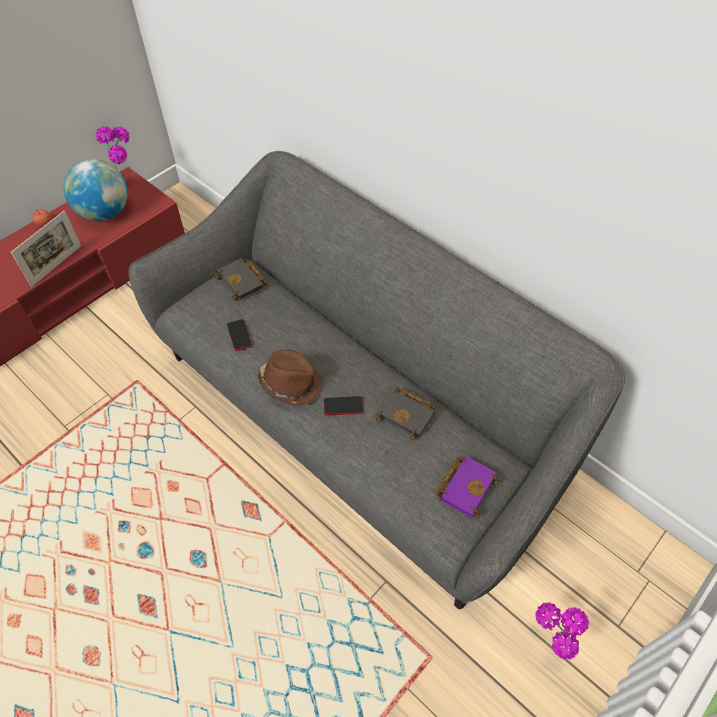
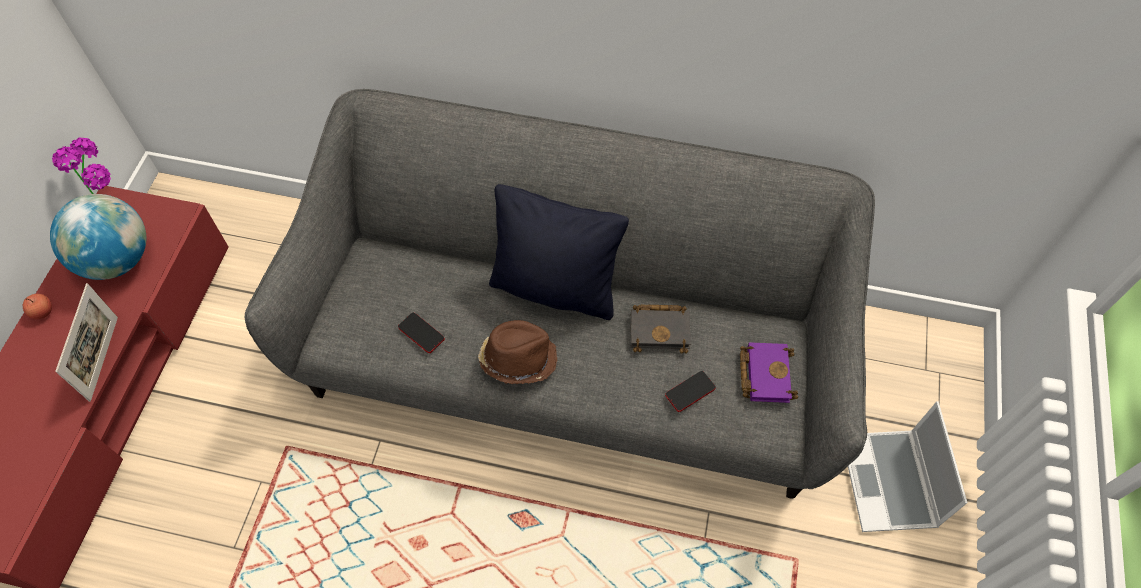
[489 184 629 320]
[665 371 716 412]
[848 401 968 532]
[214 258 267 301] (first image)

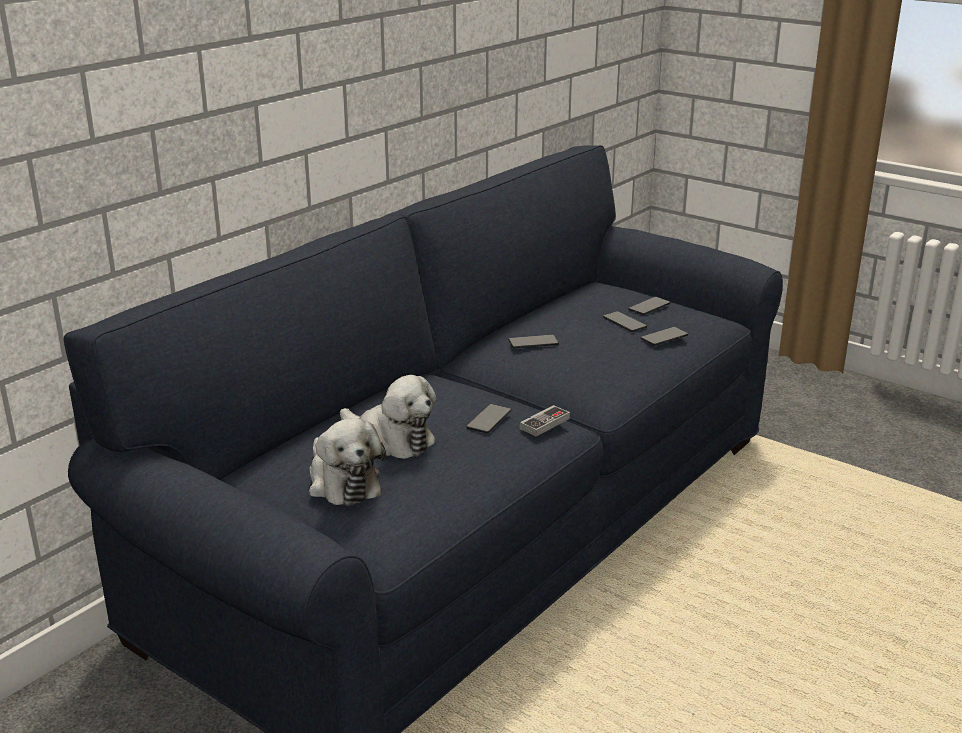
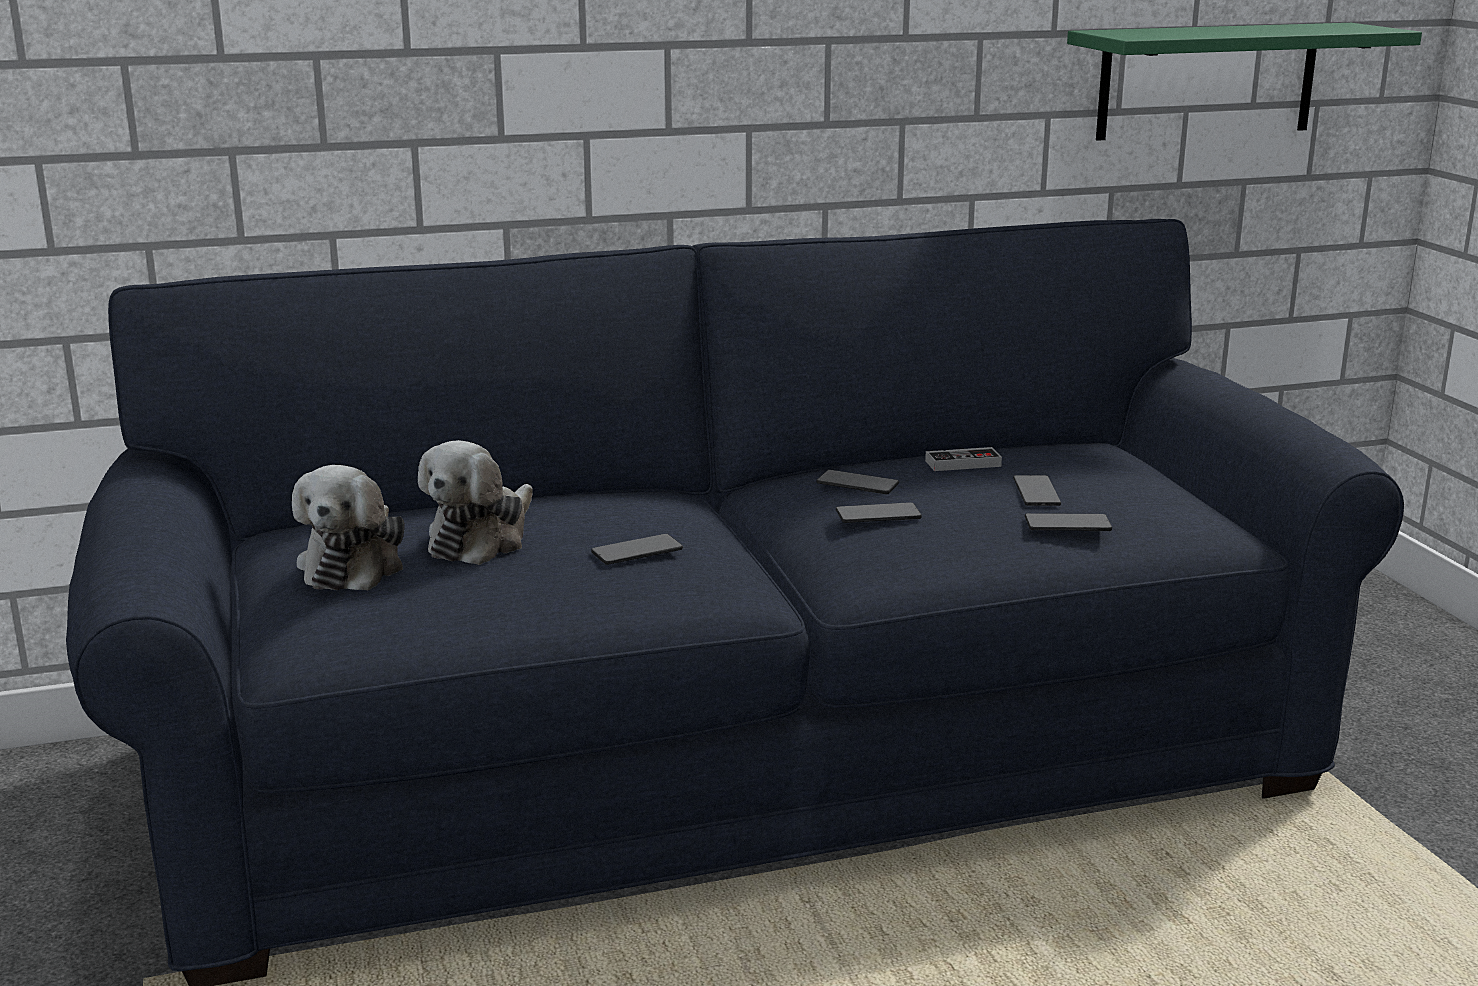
[418 440 533 565]
[836 502 922 523]
[925 447 1002 471]
[1067 23 1422 141]

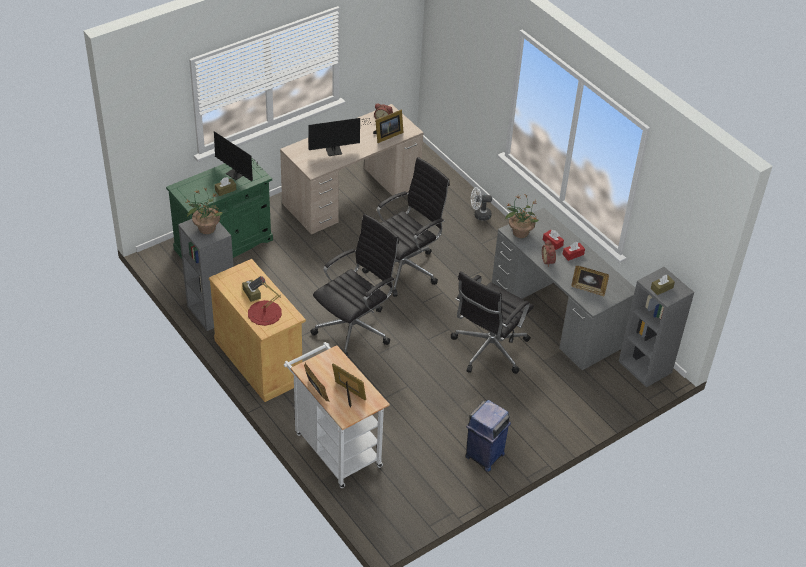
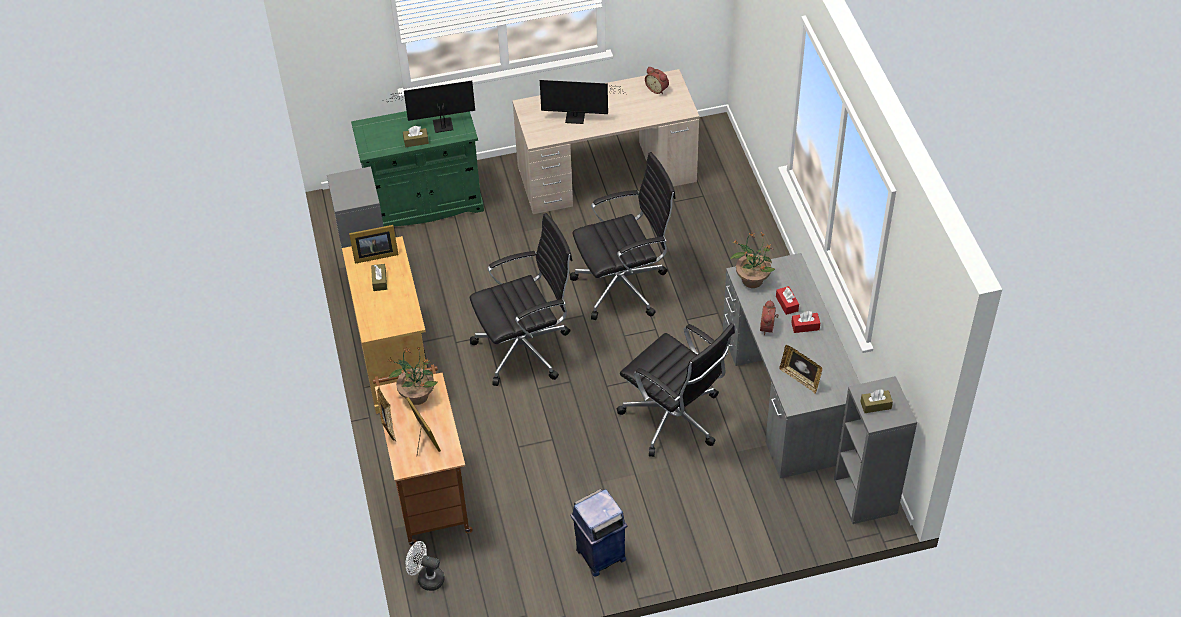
[349 225 399 264]
[373 364 473 546]
[386 81 475 133]
[389 347 438 405]
[406 541 445 591]
[617 323 735 457]
[248 276 282 326] (first image)

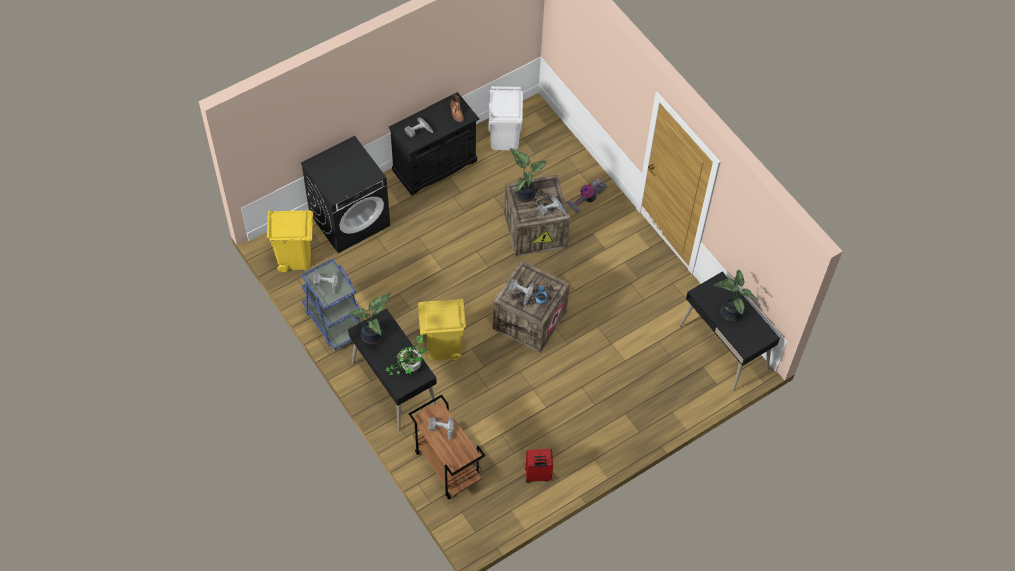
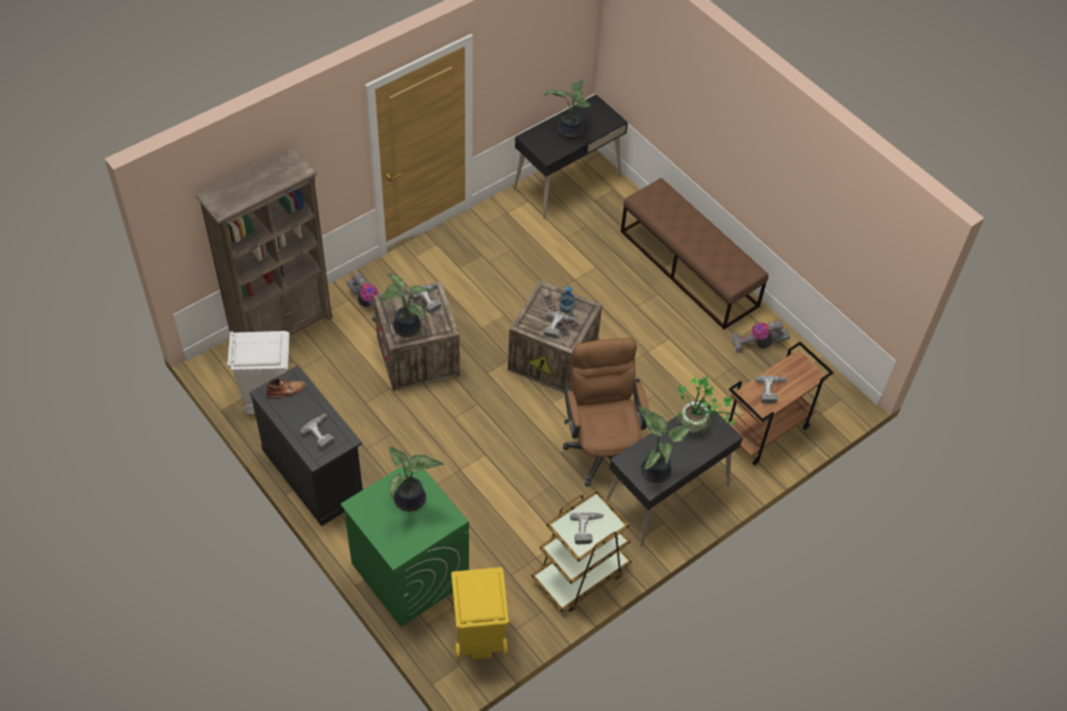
[195 147 333 337]
[340 466 469 627]
[388 447 444 512]
[532 489 632 612]
[563 337 649 487]
[621 178 768 330]
[731 319 790 352]

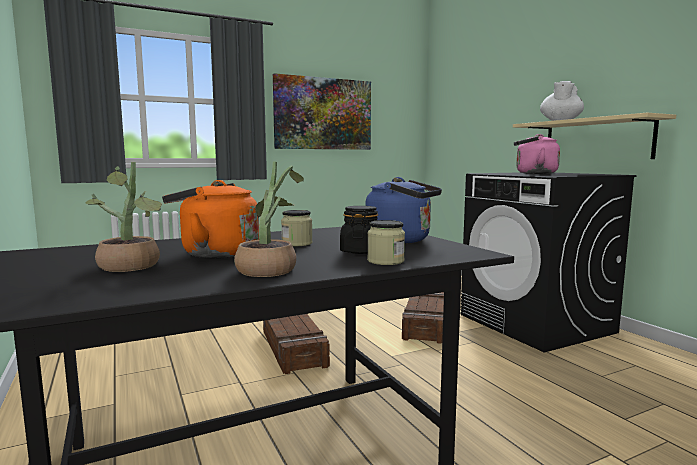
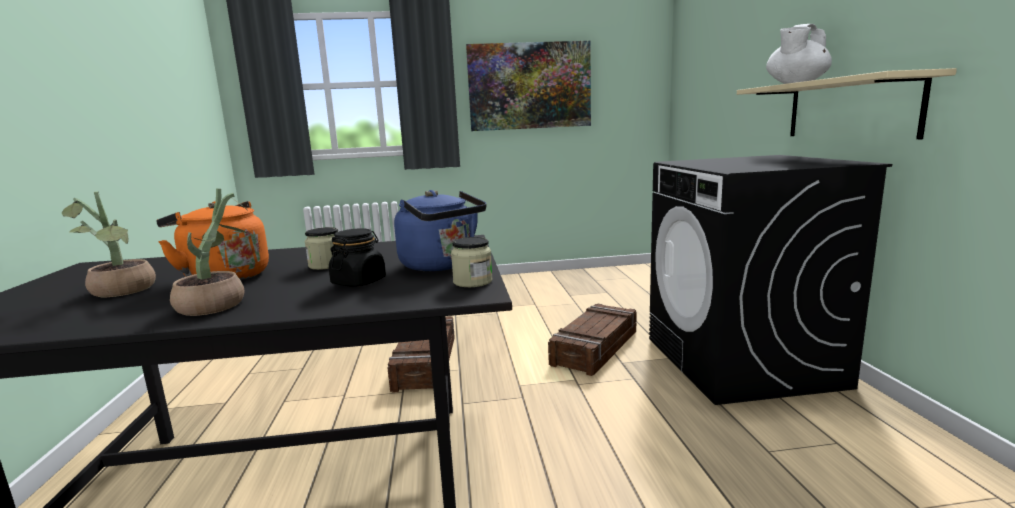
[451 237 493 287]
[514 134 560 174] (first image)

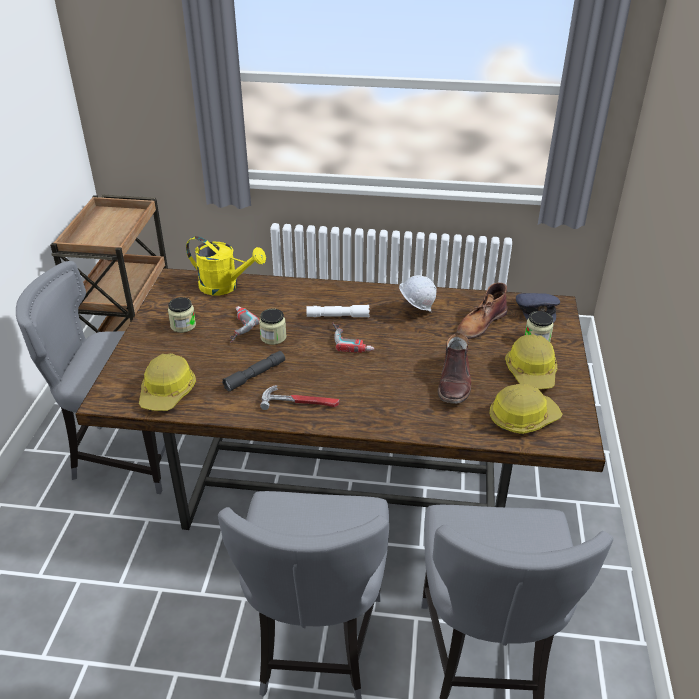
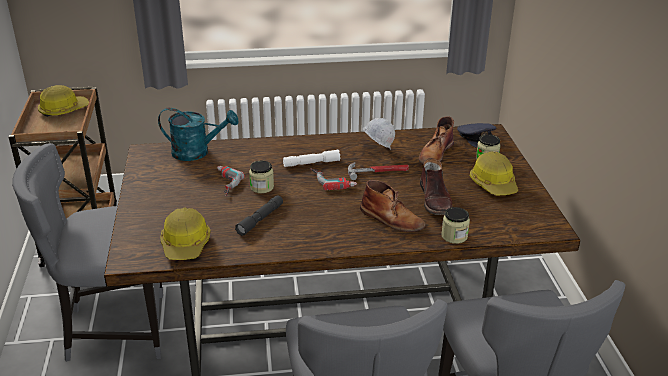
[38 85 89 117]
[158 108 238 161]
[348 162 409 180]
[360 180 426 232]
[441 207 470 244]

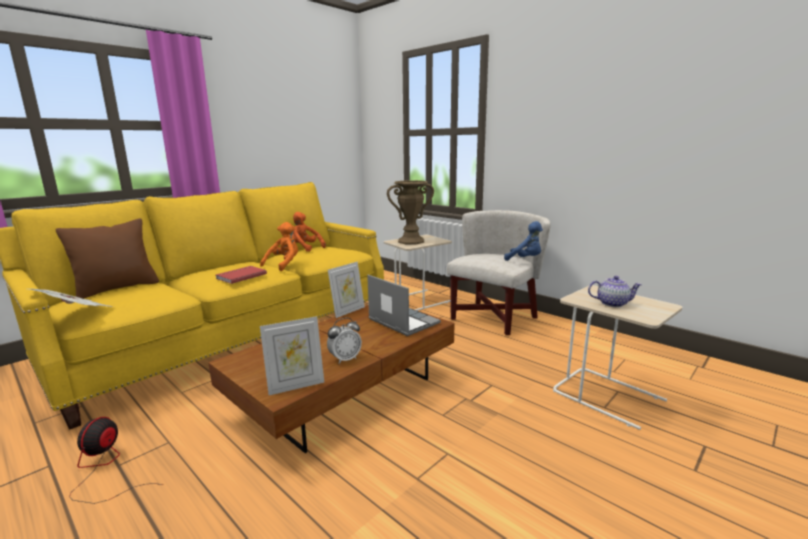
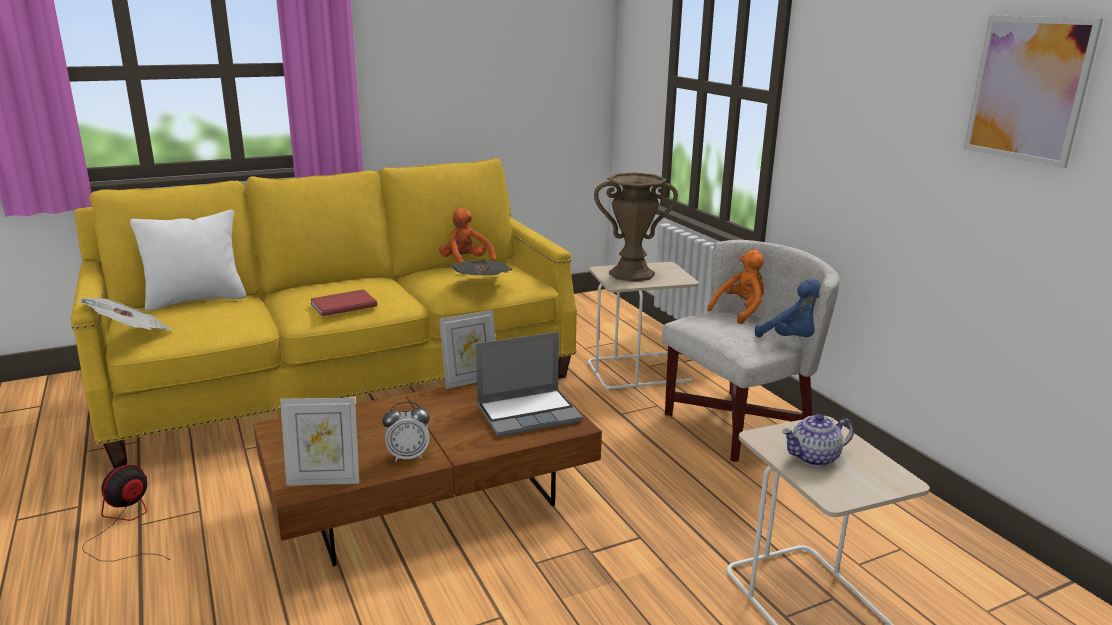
[130 210 246 311]
[449 260 512 276]
[476 332 583 437]
[707 249 764 324]
[782 414 854 467]
[963 15 1103 168]

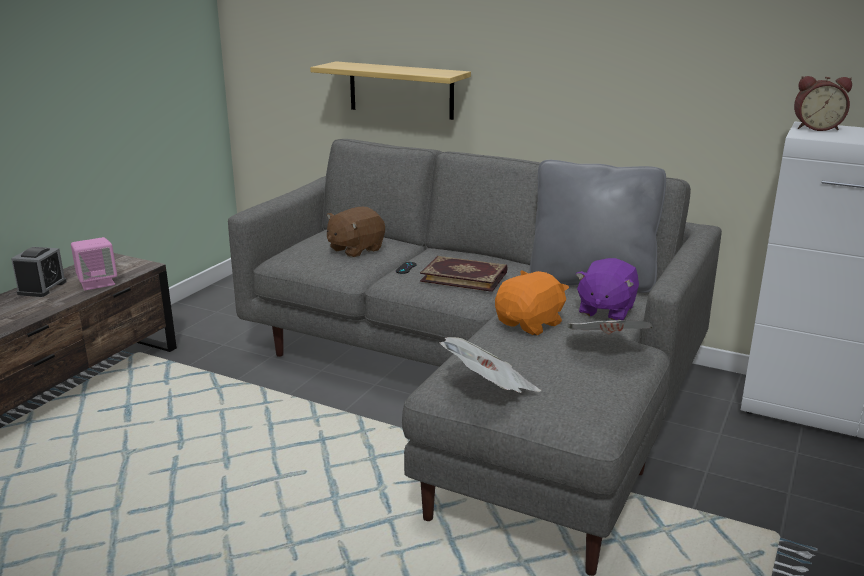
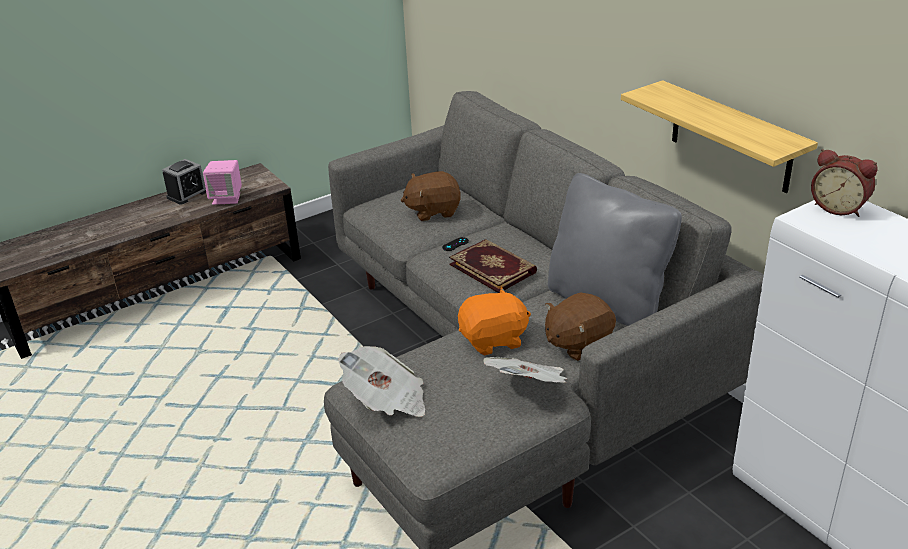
[545 292 616 361]
[621 80 818 193]

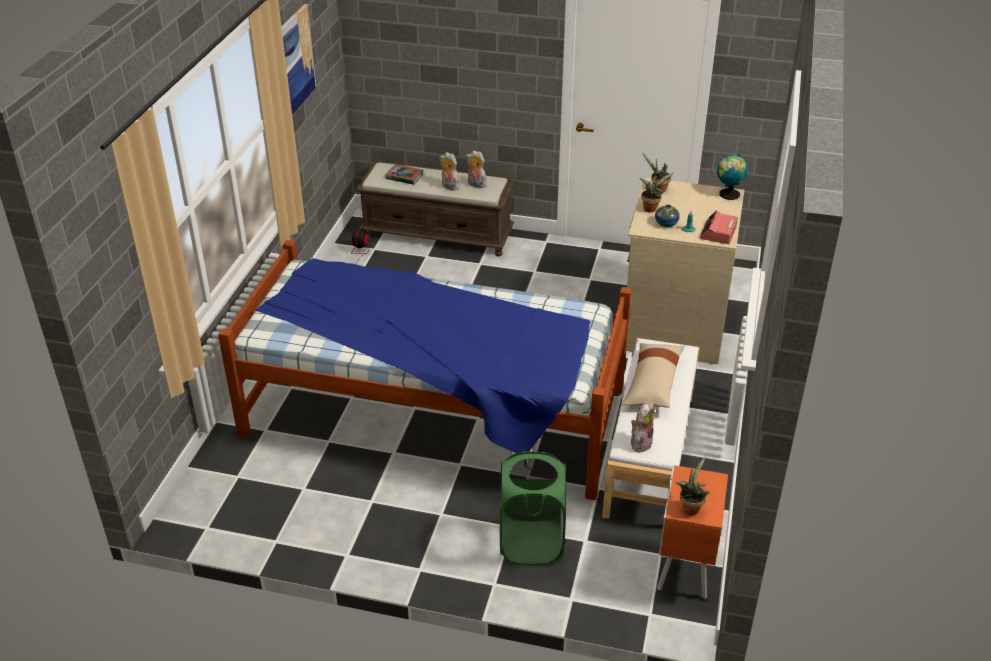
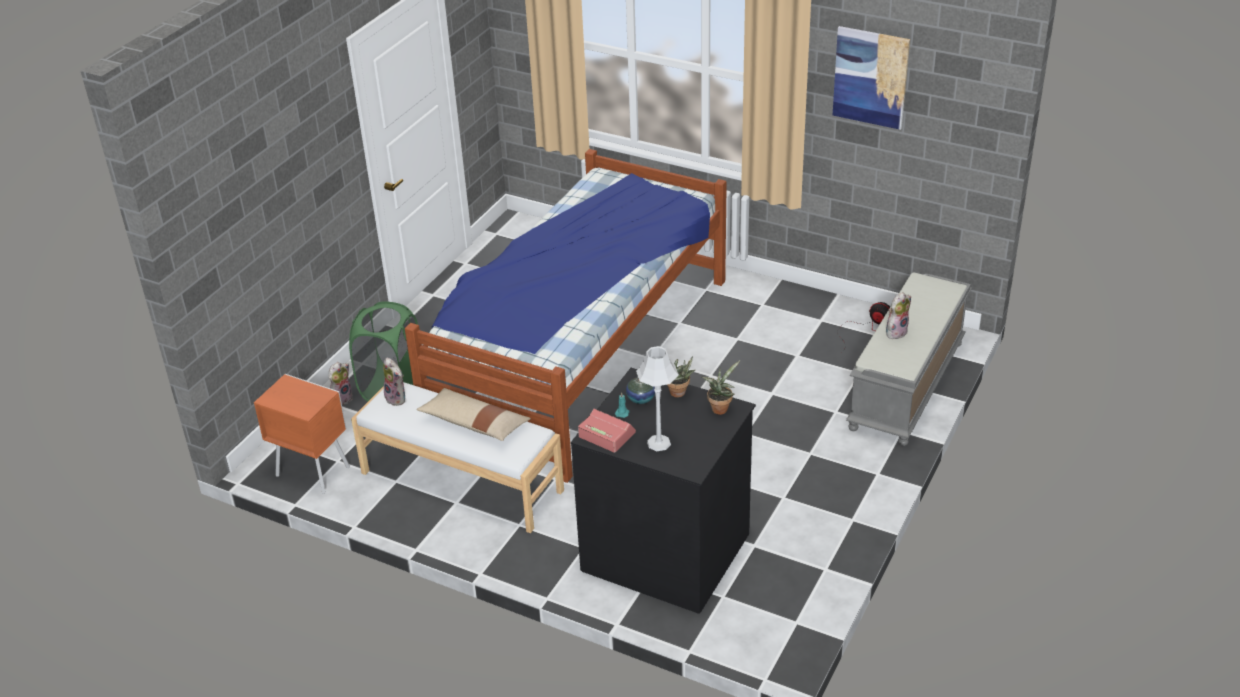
[329 362 352 405]
[571 368 756 614]
[636 346 679 451]
[846 272 972 446]
[385 164 423 185] (first image)
[675 457 710 515] (first image)
[717 154 748 200] (first image)

